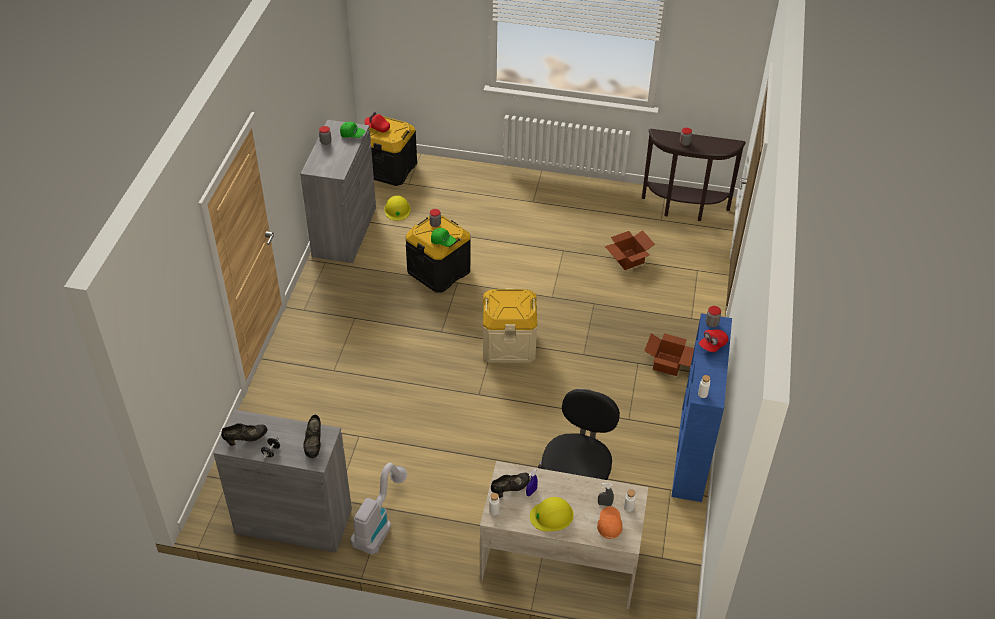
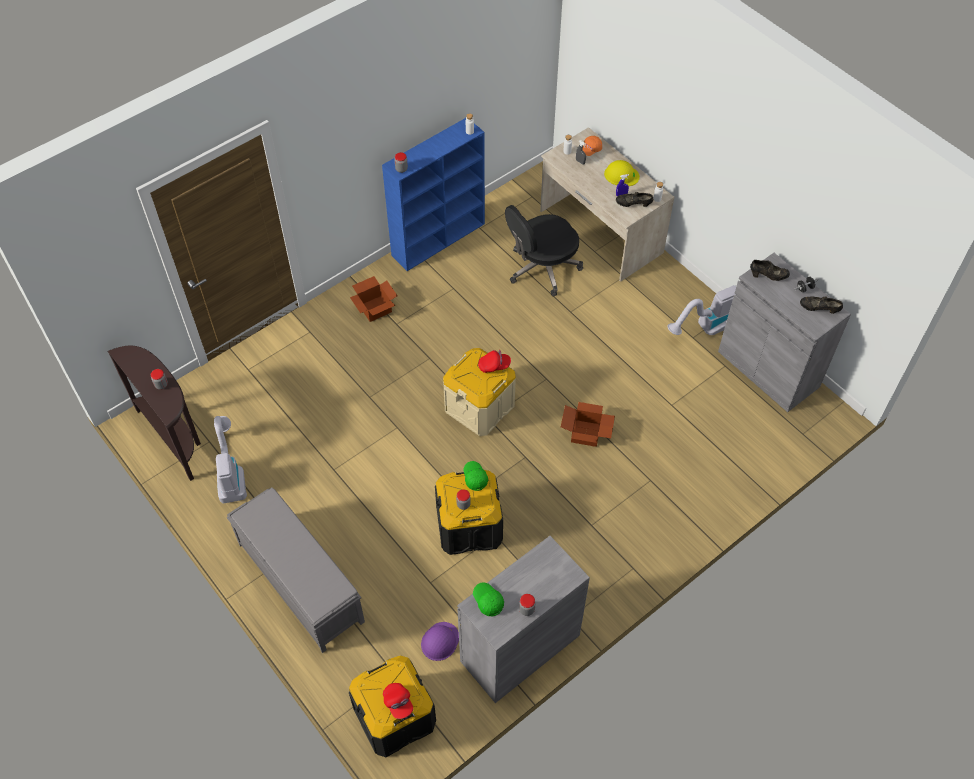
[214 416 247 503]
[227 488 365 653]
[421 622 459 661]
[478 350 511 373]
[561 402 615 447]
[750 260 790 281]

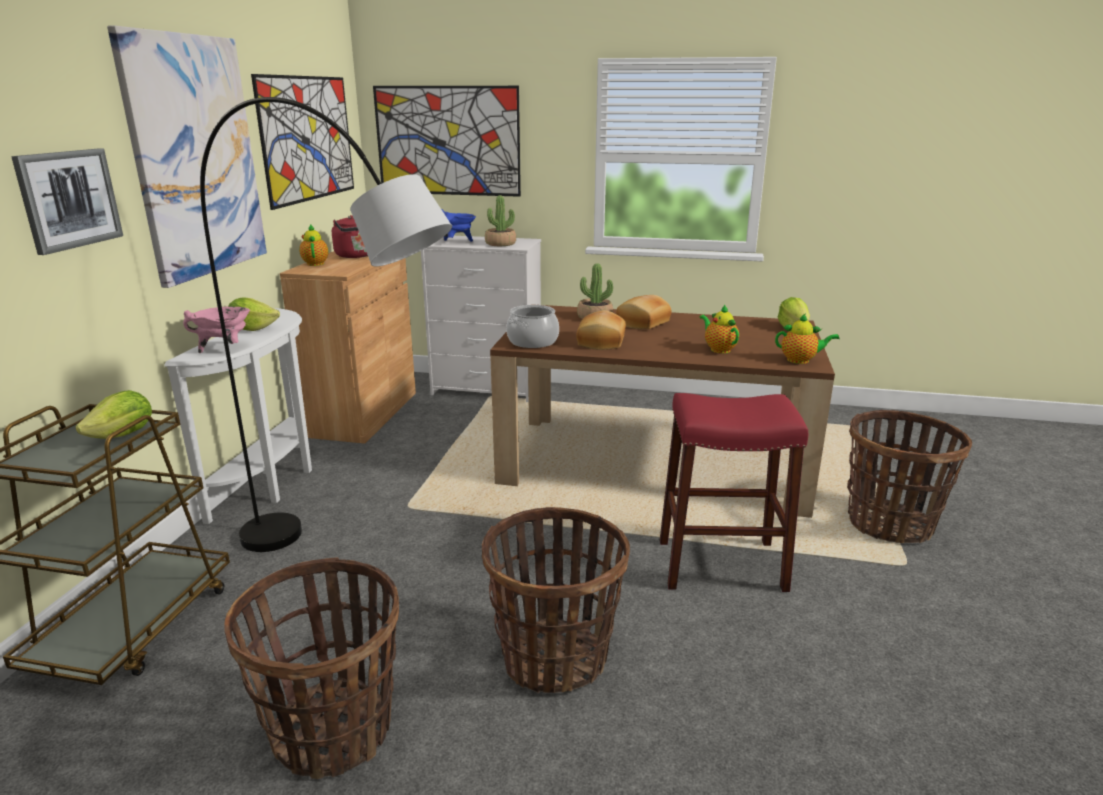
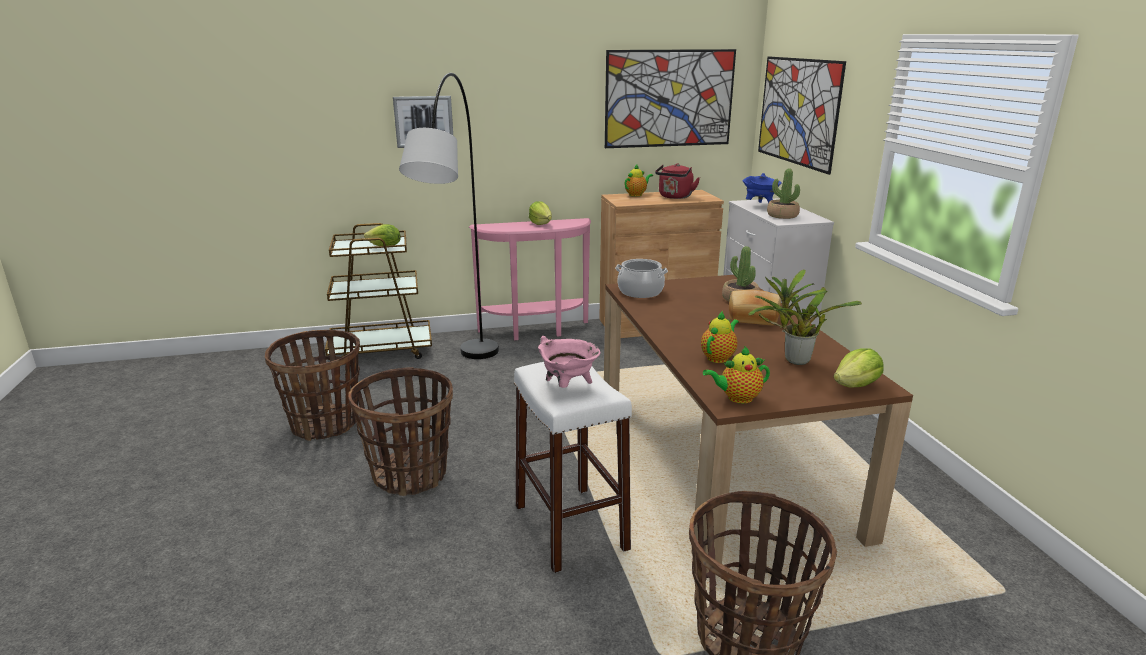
[469 218 591 340]
[514 362 632 573]
[538 336 600 388]
[703 346 770 404]
[748 269 862 365]
[107 26 267 288] (first image)
[576 310 626 350] (first image)

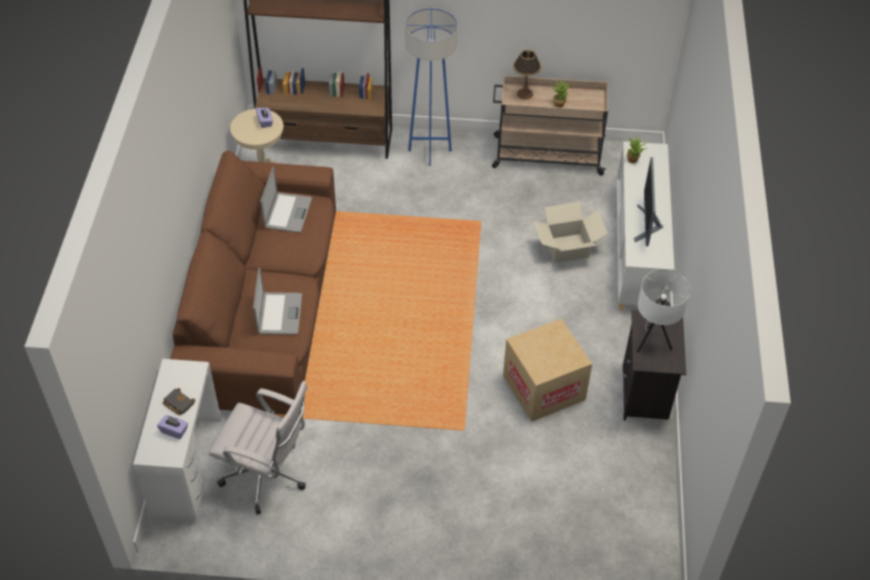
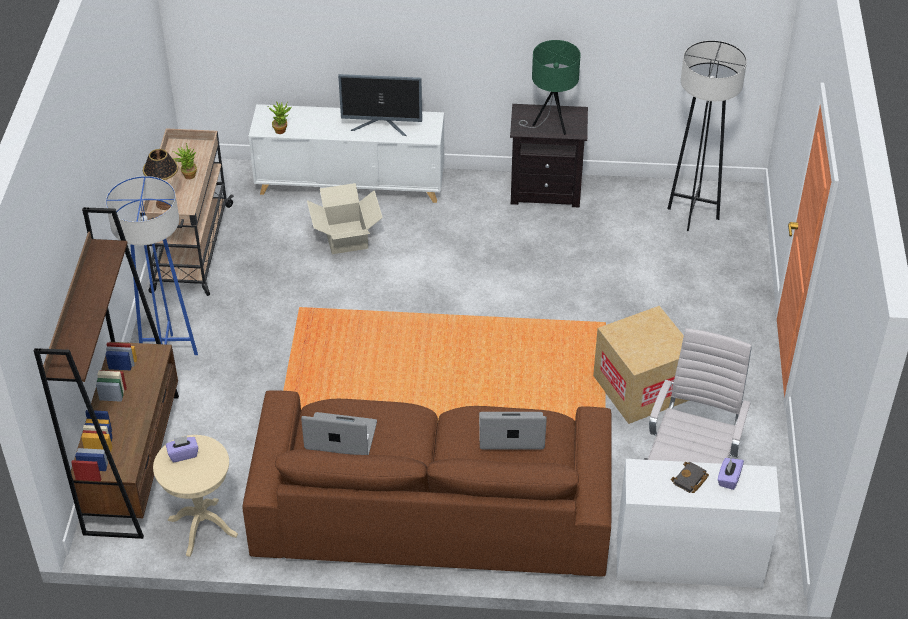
[519 40 581 135]
[593 306 689 424]
[667 40 747 231]

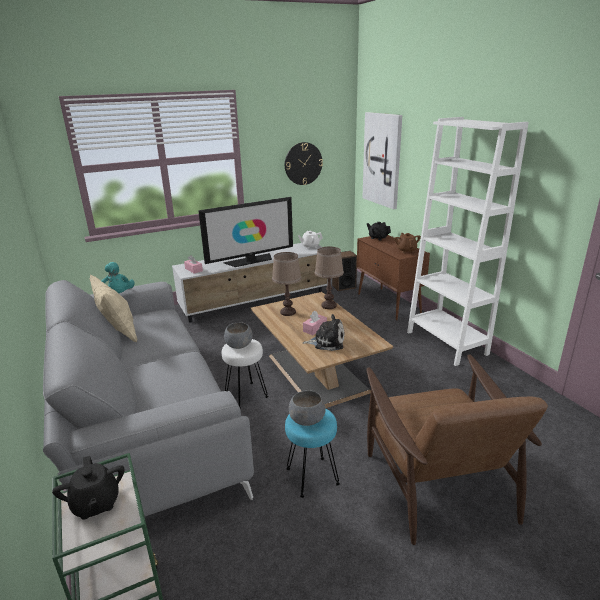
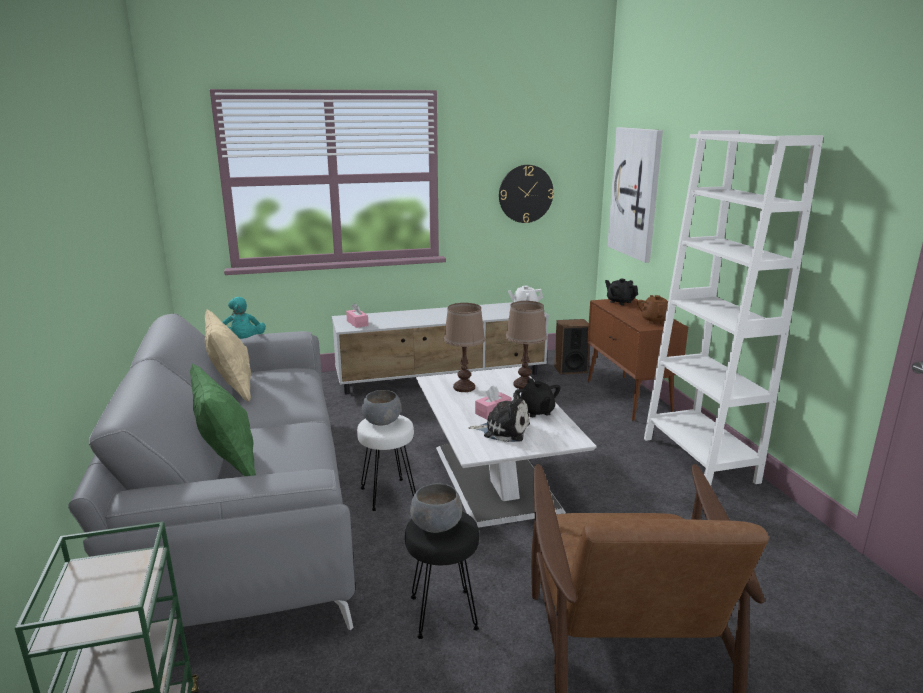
[190 364 256 476]
[405 511 479 639]
[416 367 597 528]
[515 378 561 417]
[198 197 293 267] (first image)

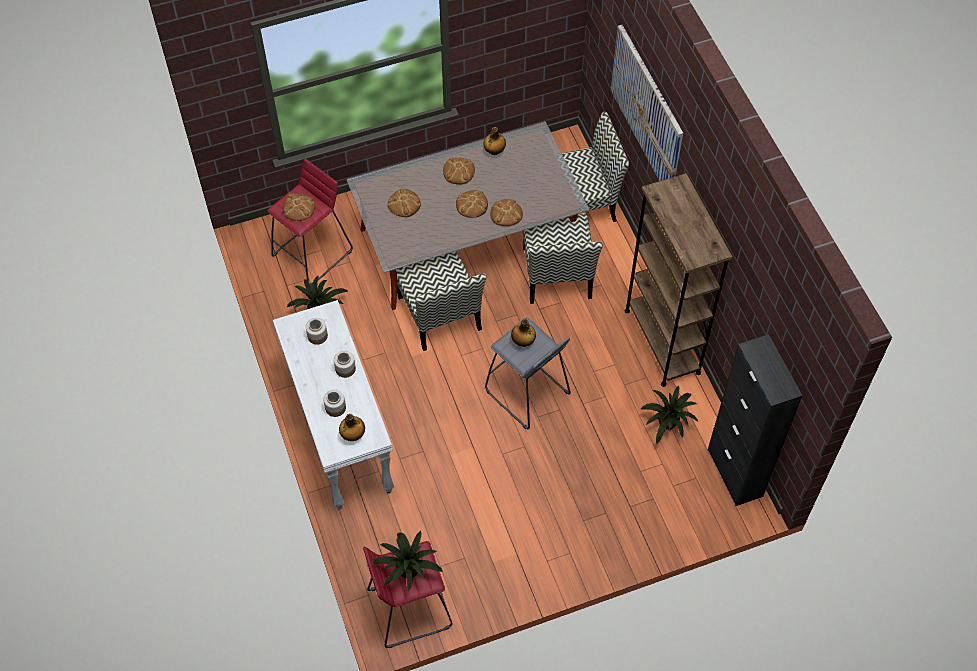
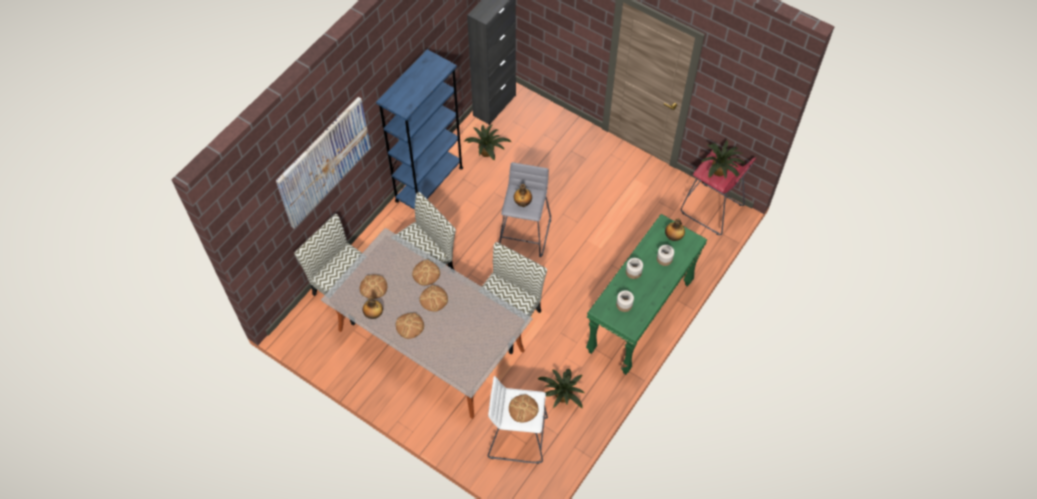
[360 275 387 299]
[376 49 463 210]
[487 376 548 464]
[586 214 708 375]

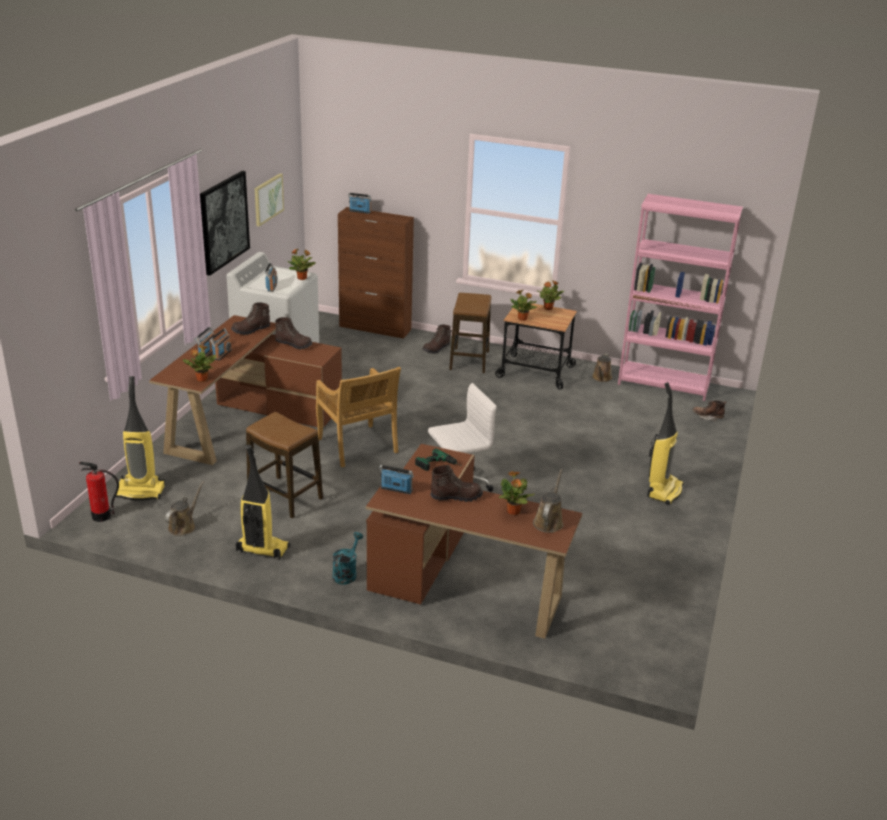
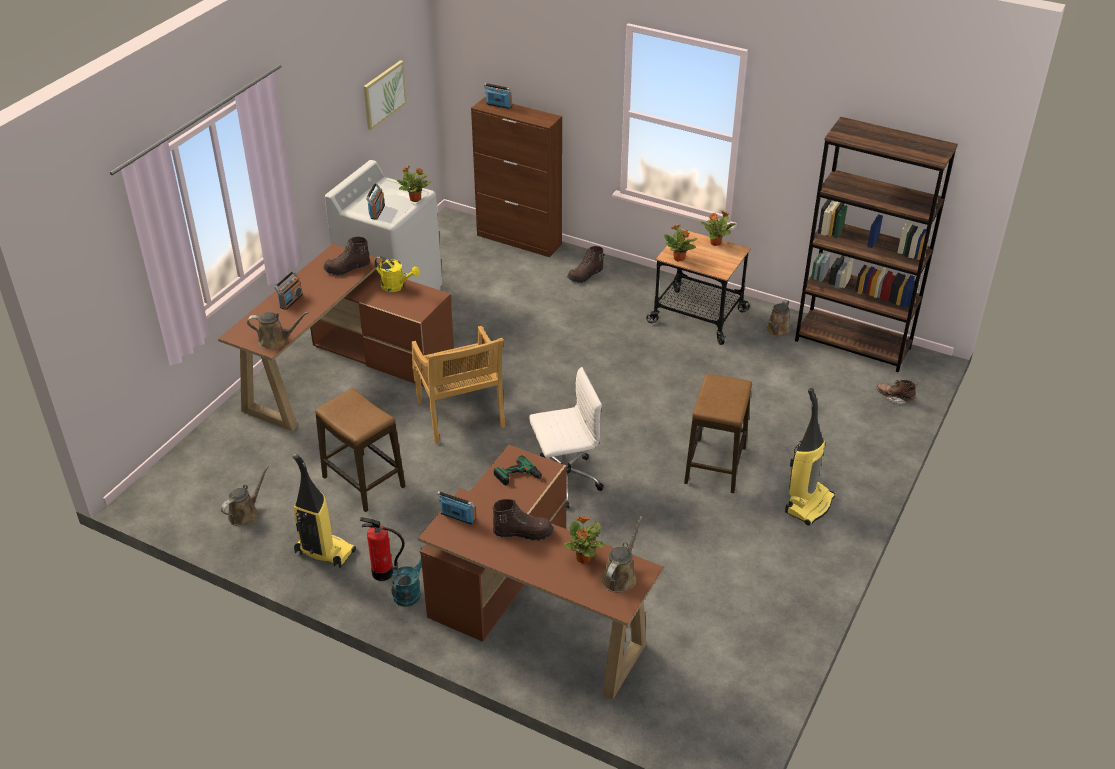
[247 312 309 350]
[360 517 405 581]
[374 256 420 292]
[684 374 752 493]
[795 117 958 373]
[114 376 165 501] (first image)
[200 171 250 276] (first image)
[210 328 232 360] (first image)

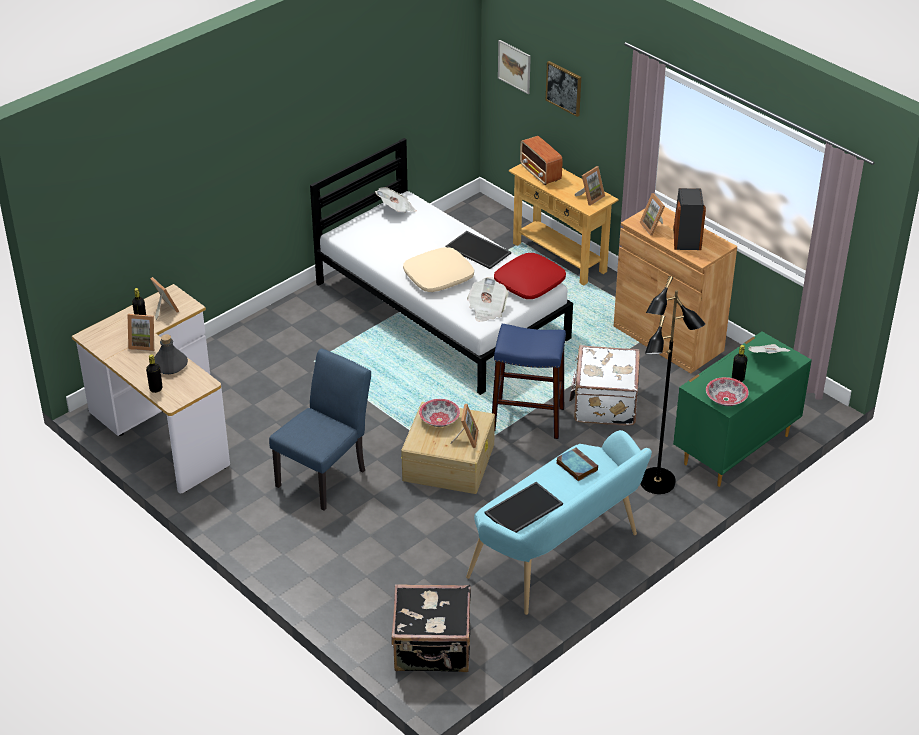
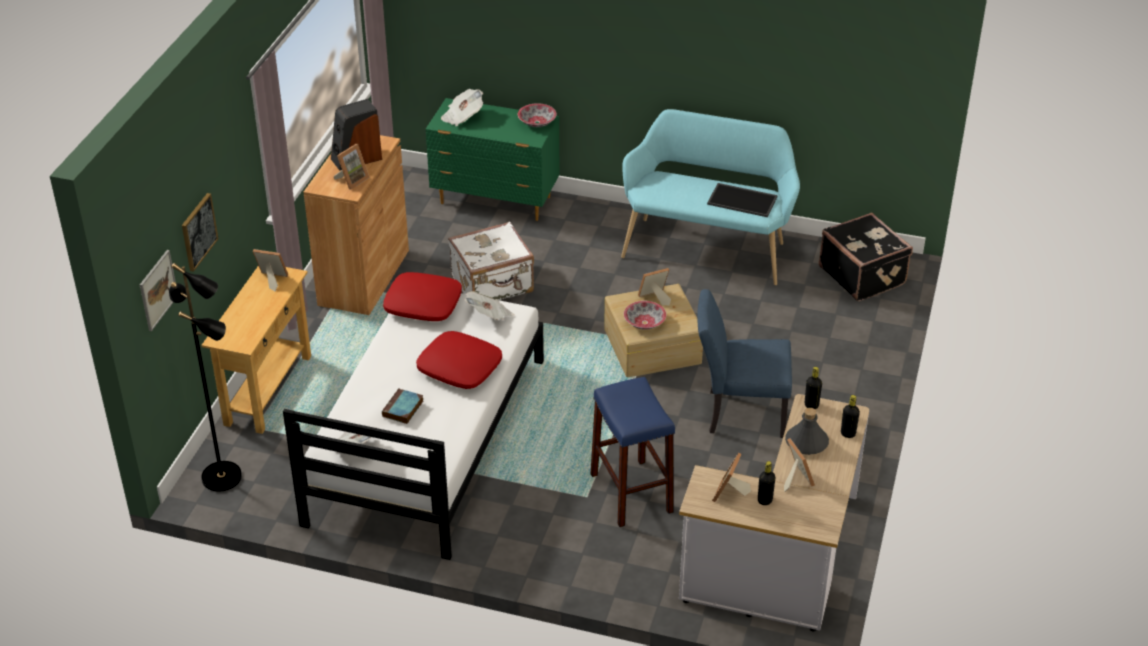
[169 263 242 491]
[382 388 423 424]
[416 331 502 389]
[590 377 675 527]
[804 367 822 409]
[445 231 511 269] (first image)
[520 136 563 185] (first image)

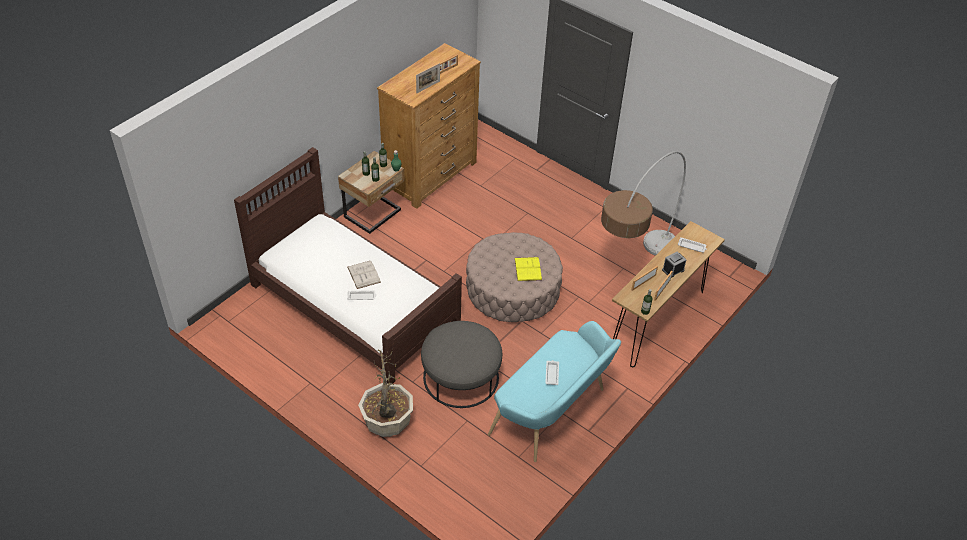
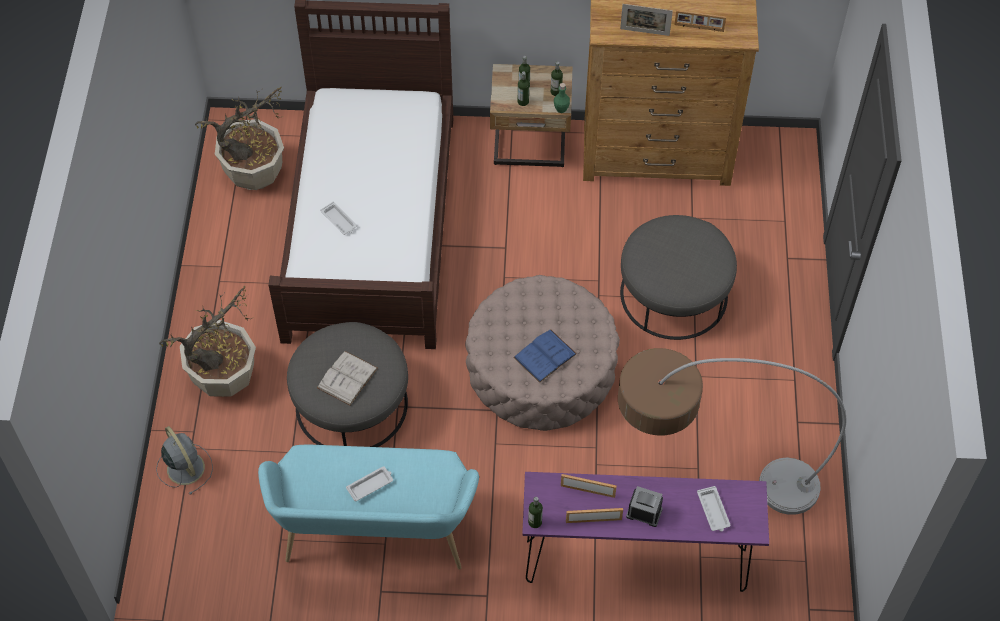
[156 426 213 495]
[195 87 284 190]
[317 351 378 406]
[513 329 577 383]
[522 472 769 592]
[620 215 737 340]

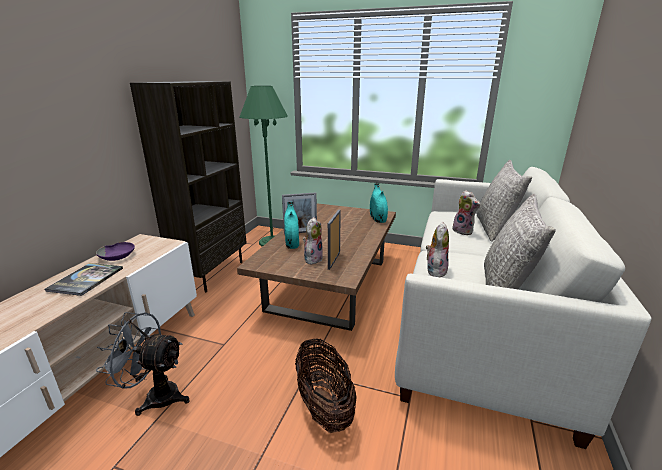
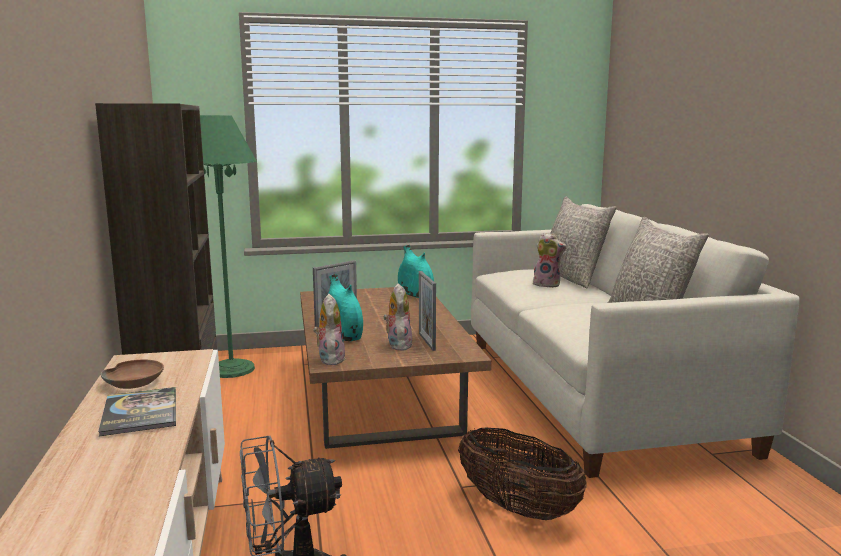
[101 360 164 389]
[314 294 346 365]

